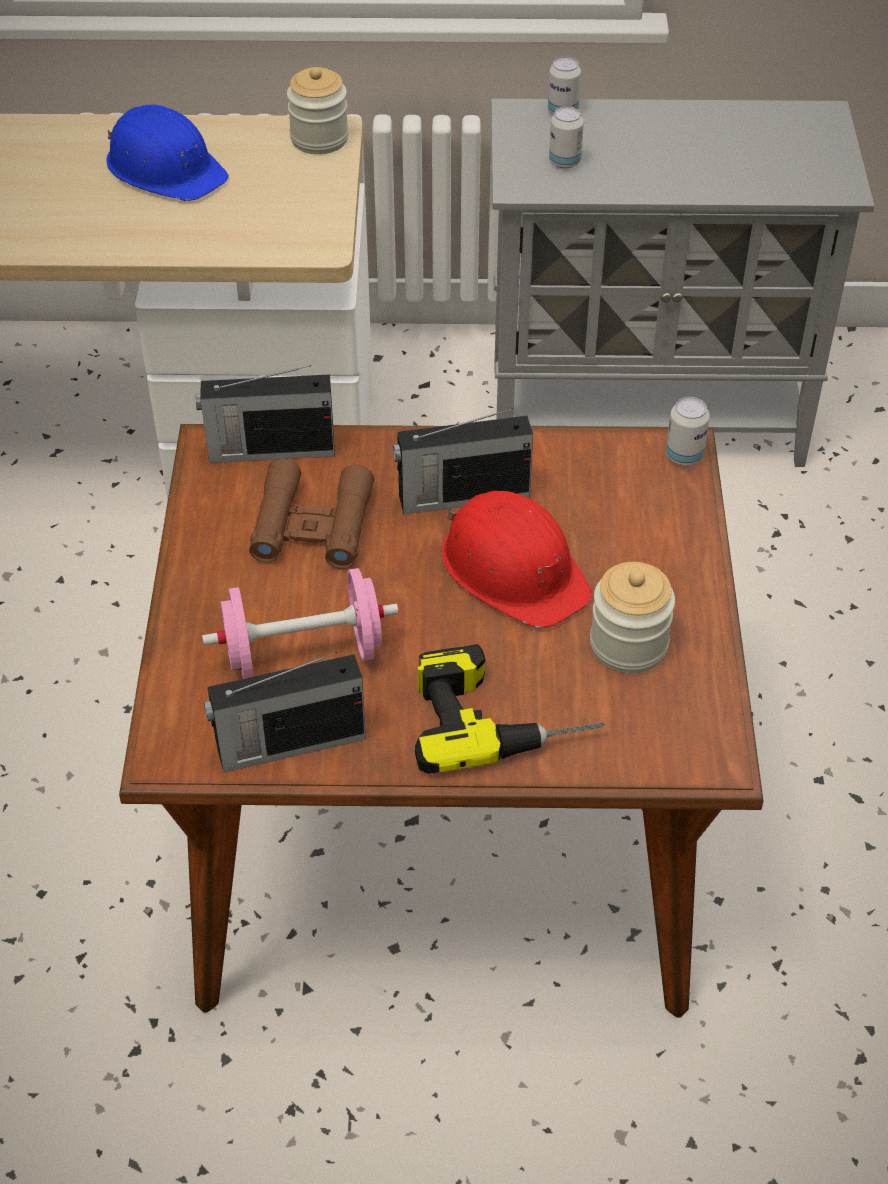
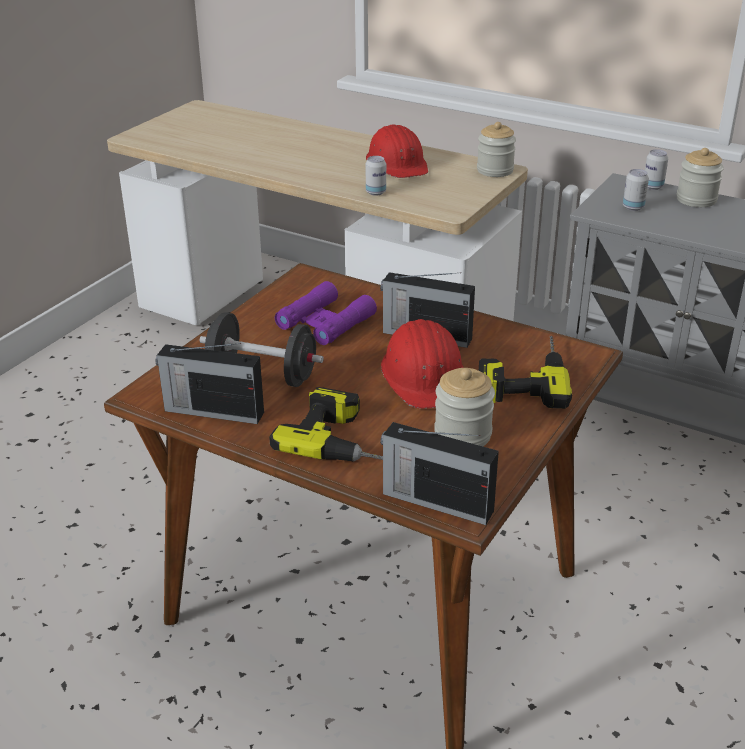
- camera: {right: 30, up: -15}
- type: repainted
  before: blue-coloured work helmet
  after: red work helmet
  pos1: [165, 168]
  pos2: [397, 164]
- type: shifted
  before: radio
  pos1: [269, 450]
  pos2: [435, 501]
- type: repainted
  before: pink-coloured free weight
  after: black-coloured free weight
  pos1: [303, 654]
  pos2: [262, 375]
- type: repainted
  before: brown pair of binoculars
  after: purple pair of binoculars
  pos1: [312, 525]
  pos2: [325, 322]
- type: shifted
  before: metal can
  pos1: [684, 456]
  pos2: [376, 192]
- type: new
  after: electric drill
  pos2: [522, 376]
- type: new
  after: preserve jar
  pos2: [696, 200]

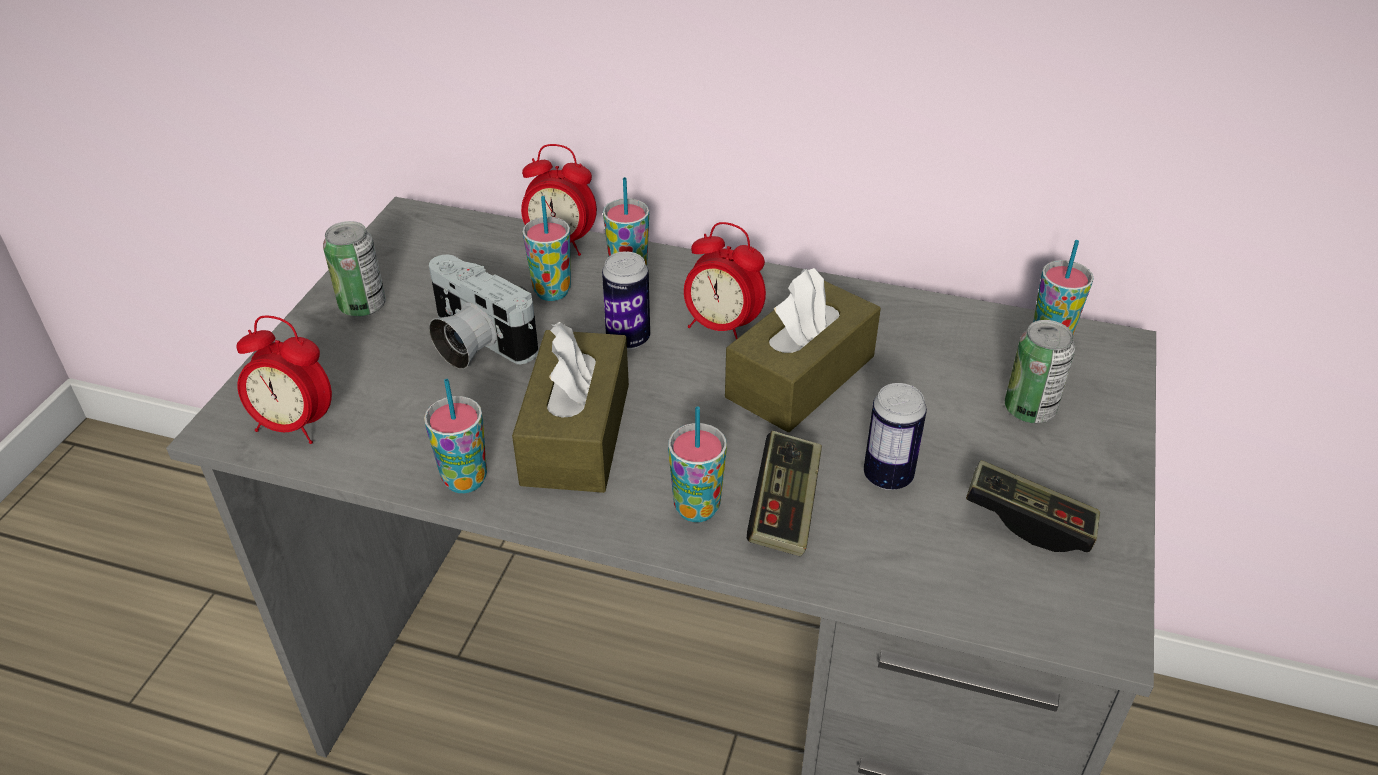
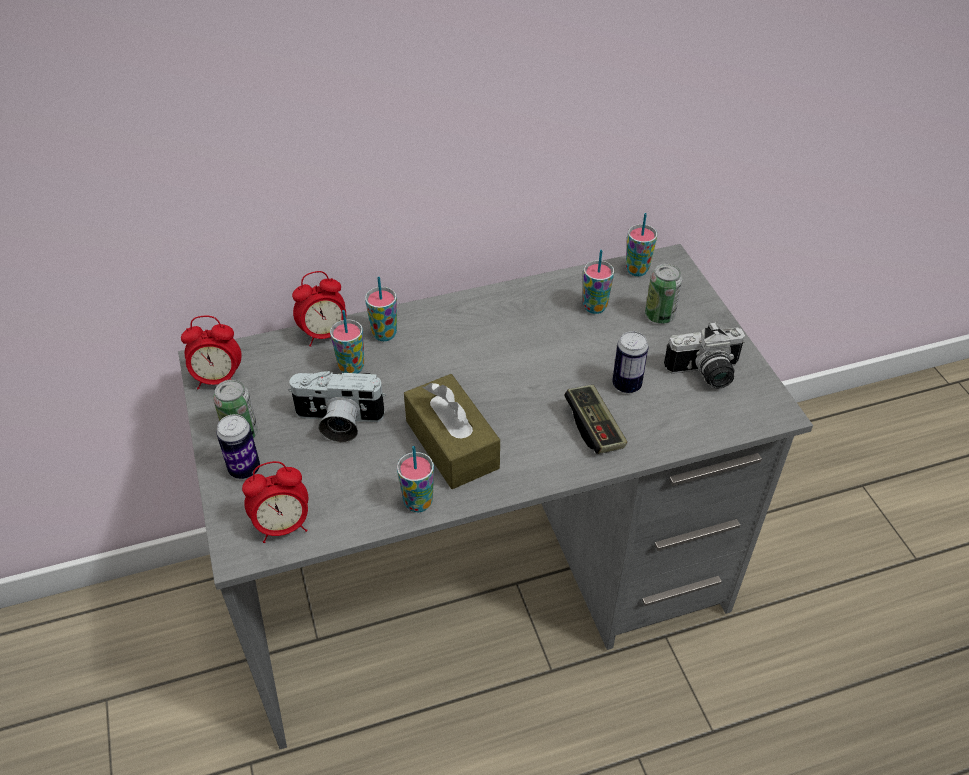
- camera: {right: -35, up: 5}
- type: shifted
  before: metal can
  pos1: [628, 339]
  pos2: [244, 469]
- type: shifted
  before: small cup
  pos1: [697, 508]
  pos2: [594, 307]
- type: shifted
  before: bedside clock
  pos1: [722, 327]
  pos2: [218, 379]
- type: gone
  before: brown tissue holder
  pos1: [800, 377]
- type: swapped
  before: gamepad
  after: photo camera
  pos1: [1028, 521]
  pos2: [705, 374]

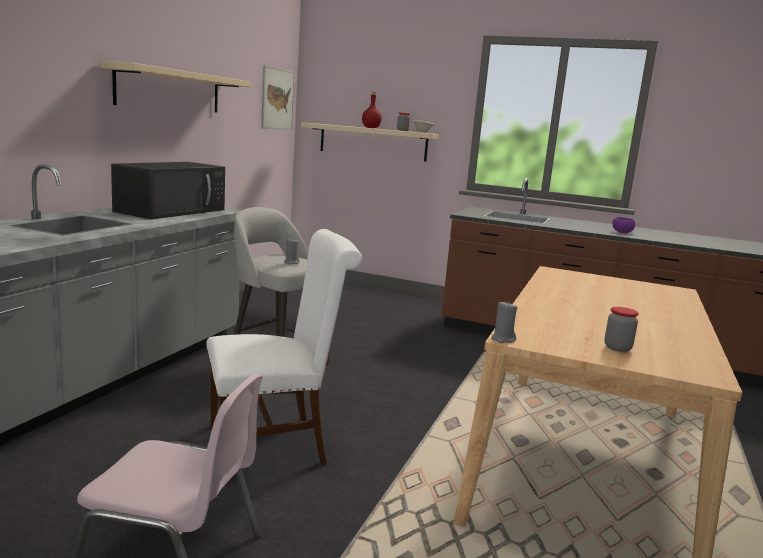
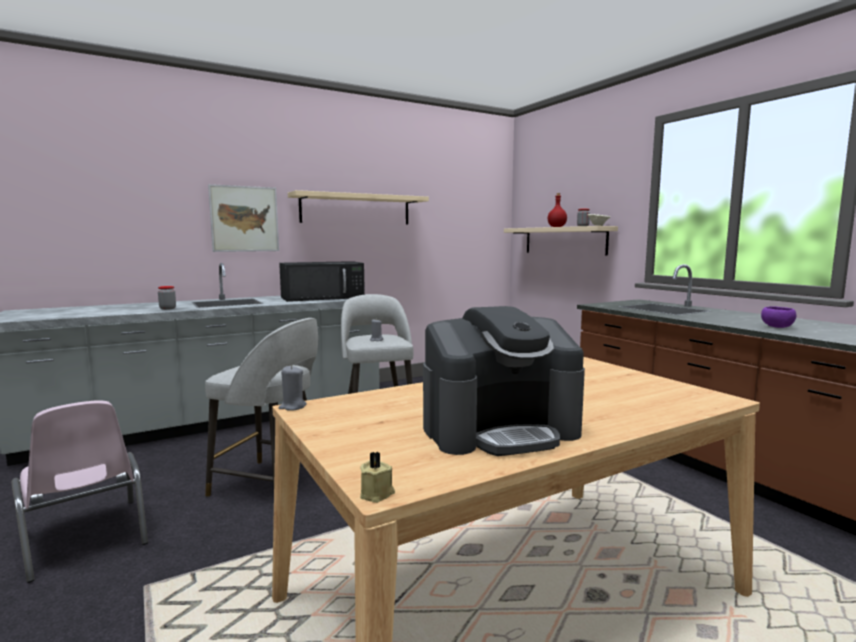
- camera: {right: 40, up: -5}
- type: swapped
  before: white-coloured plain chair
  after: gray sitting stool
  pos1: [275, 443]
  pos2: [270, 485]
- type: shifted
  before: wall picture
  pos1: [277, 99]
  pos2: [244, 219]
- type: shifted
  before: preserve jar
  pos1: [617, 348]
  pos2: [167, 308]
- type: new
  after: sand-coloured candle
  pos2: [377, 494]
- type: new
  after: coffee brewer
  pos2: [500, 429]

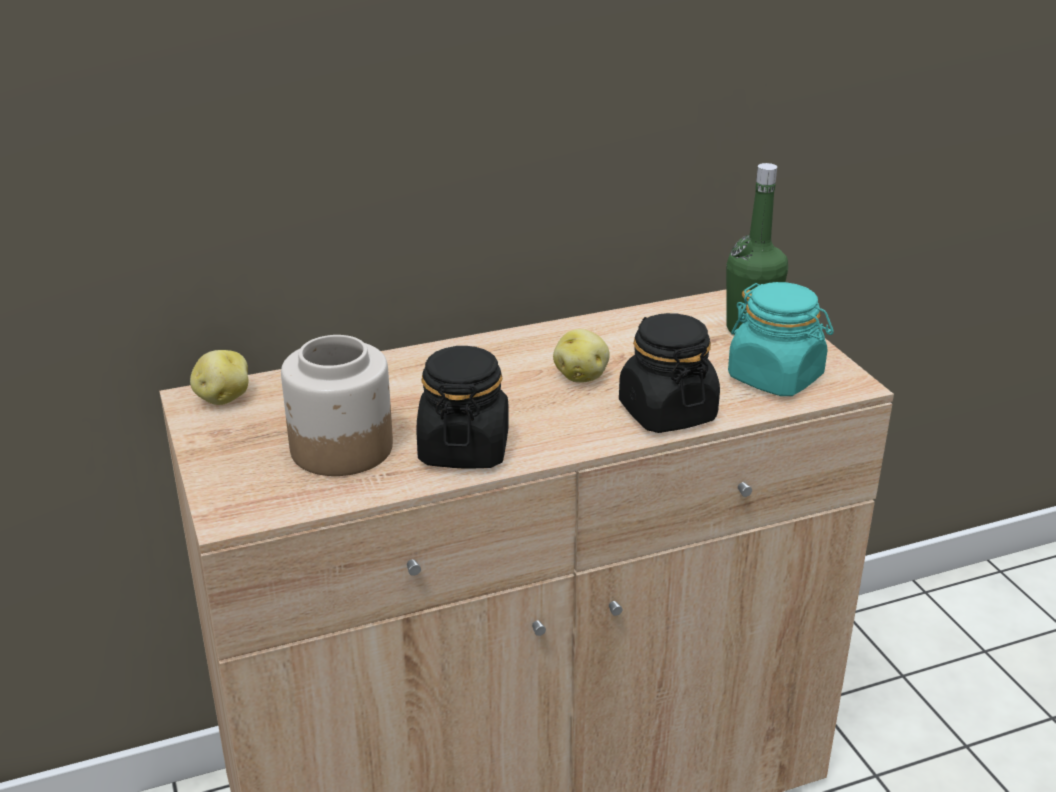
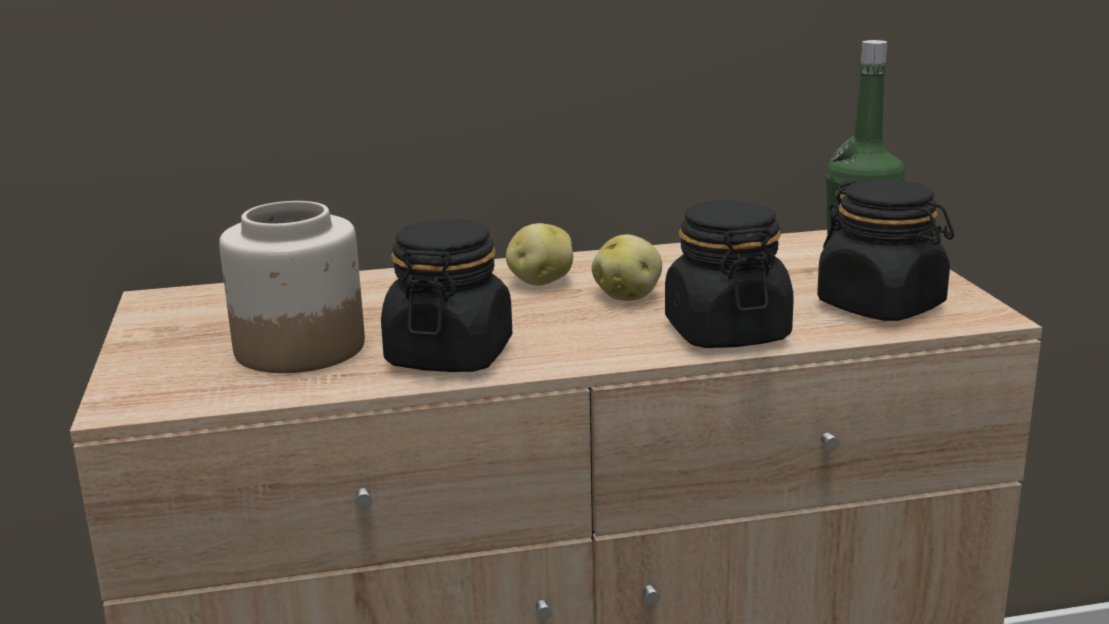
- camera: {right: 10, up: -10}
- type: shifted
  before: spud
  pos1: [222, 398]
  pos2: [540, 282]
- type: repainted
  before: blue-green preserve jar
  after: black-coloured preserve jar
  pos1: [775, 378]
  pos2: [881, 306]

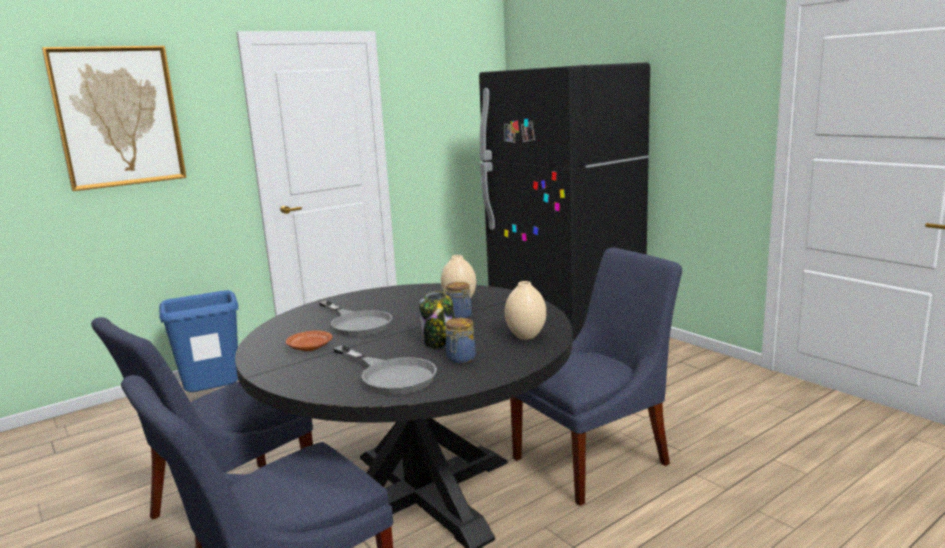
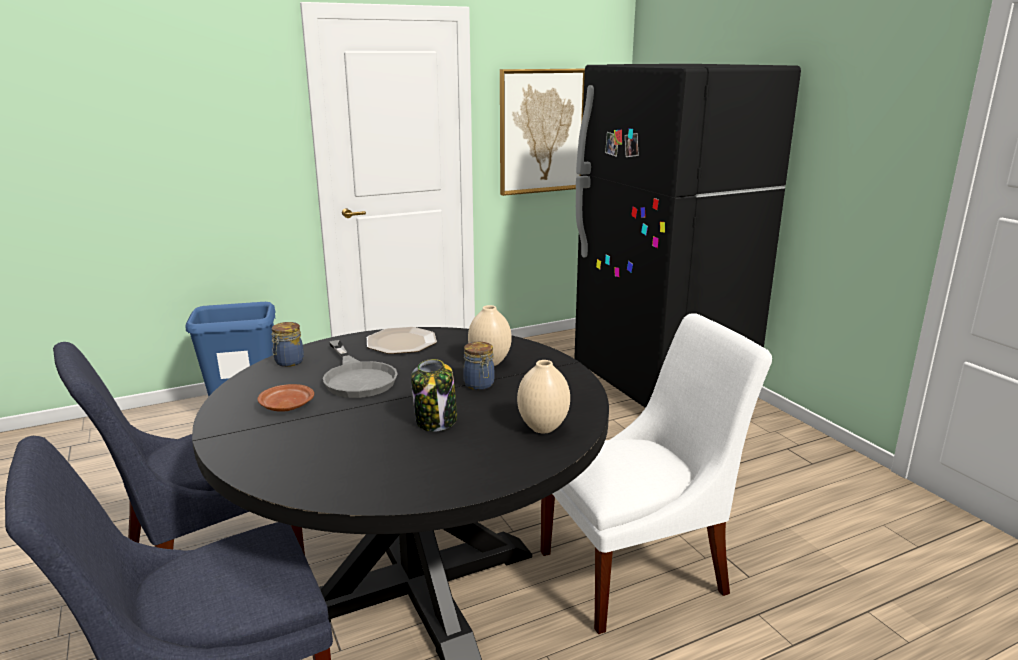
- camera: {right: 10, up: 5}
- type: shifted
  before: wall picture
  pos1: [118, 117]
  pos2: [542, 131]
- type: gone
  before: gray frying pan
  pos1: [390, 375]
- type: shifted
  before: preserve jar
  pos1: [460, 359]
  pos2: [288, 362]
- type: repainted
  before: blue-coloured plain chair
  after: white-coloured plain chair
  pos1: [596, 459]
  pos2: [639, 570]
- type: new
  after: dinner plate
  pos2: [401, 342]

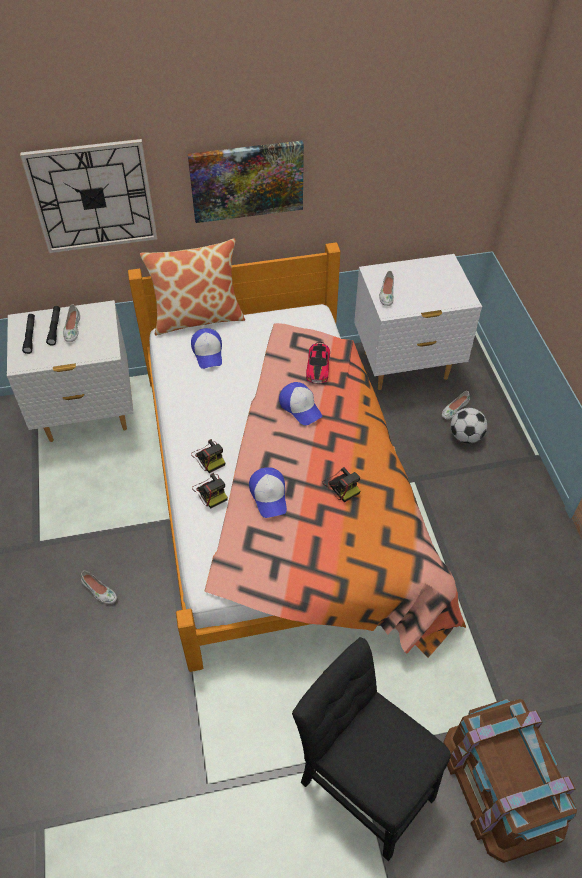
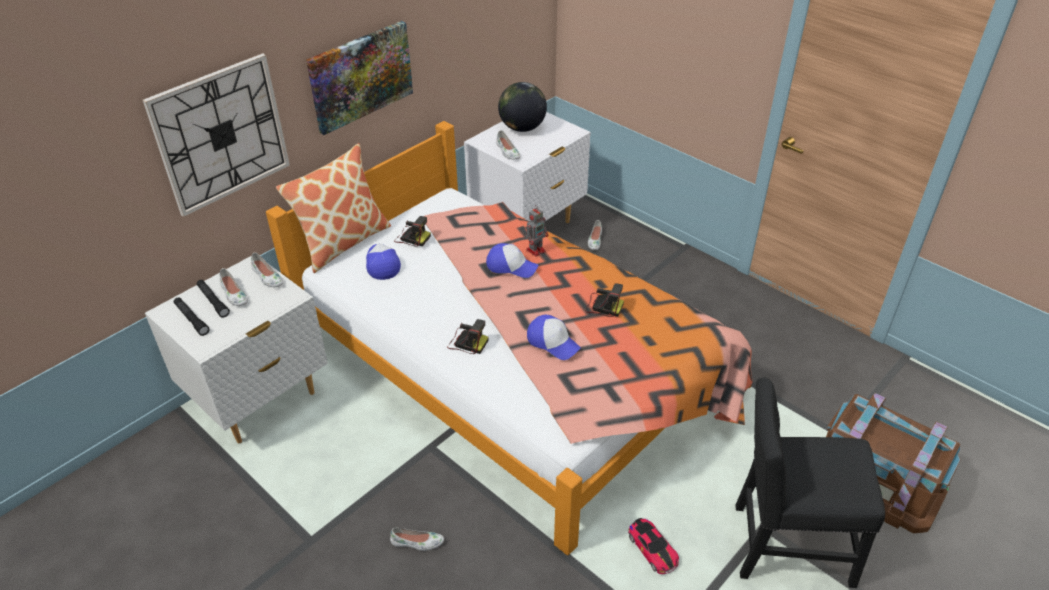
- camera: {right: -35, up: -10}
- type: rotated
  before: peaked cap
  pos1: [208, 352]
  pos2: [382, 264]
  turn: -150
- type: shifted
  before: photo camera
  pos1: [211, 491]
  pos2: [412, 237]
- type: shifted
  before: toy car
  pos1: [318, 366]
  pos2: [652, 549]
- type: gone
  before: ball for football
  pos1: [466, 436]
- type: new
  after: white-coloured shoe
  pos2: [267, 277]
- type: new
  after: desk globe
  pos2: [522, 128]
- type: new
  after: model robot
  pos2: [536, 250]

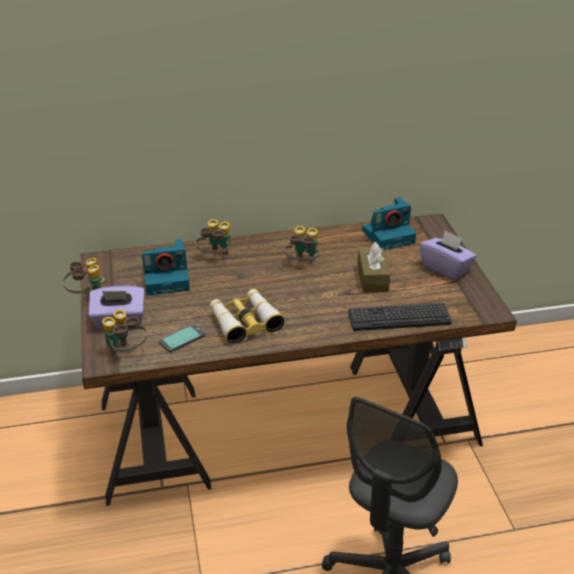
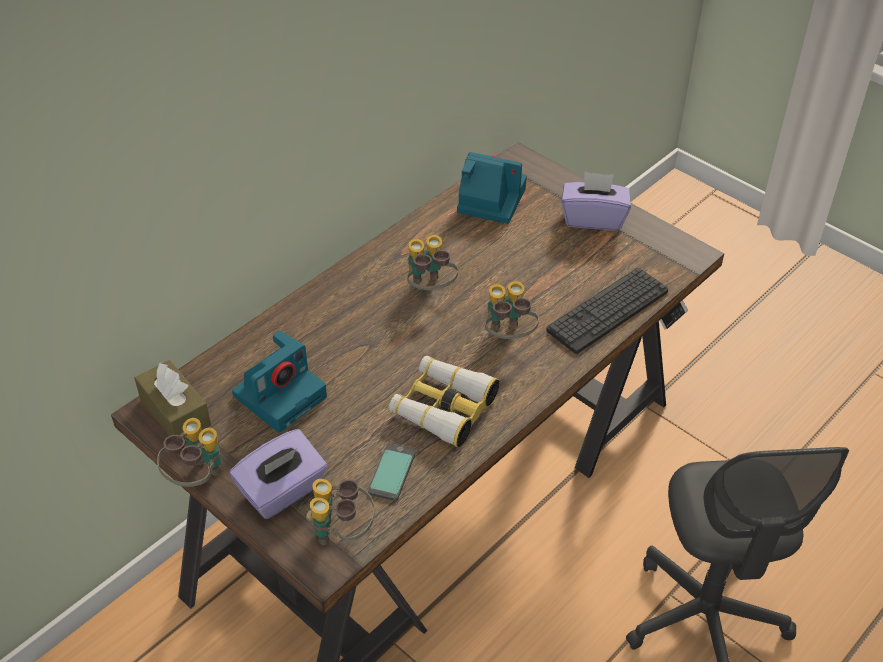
- camera: {right: -35, up: 10}
- type: shifted
  before: pair of binoculars
  pos1: [215, 257]
  pos2: [508, 336]
- type: shifted
  before: brown tissue holder
  pos1: [372, 278]
  pos2: [175, 412]
- type: rotated
  before: photo camera
  pos1: [389, 235]
  pos2: [489, 200]
  turn: -105

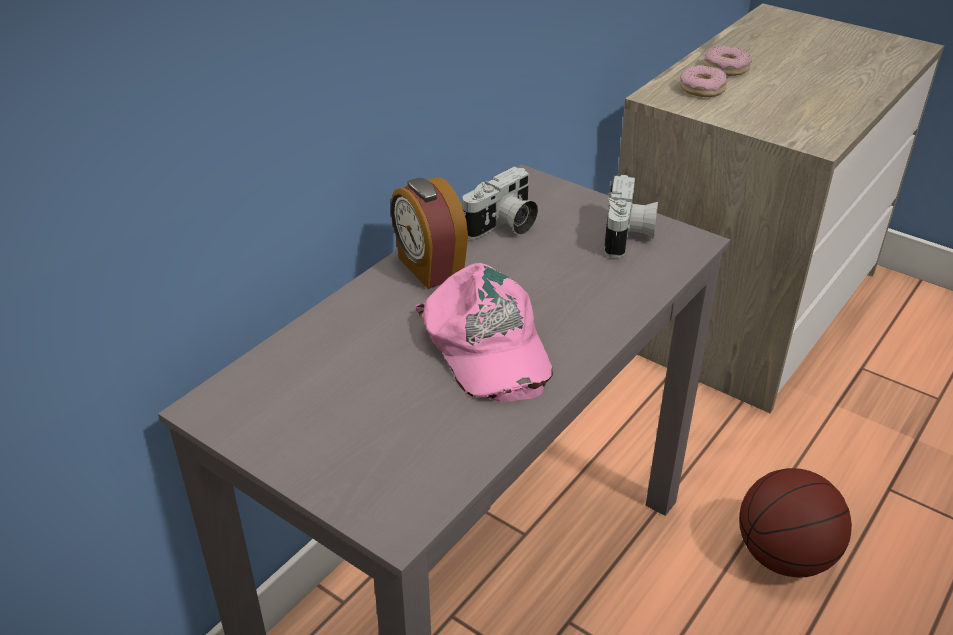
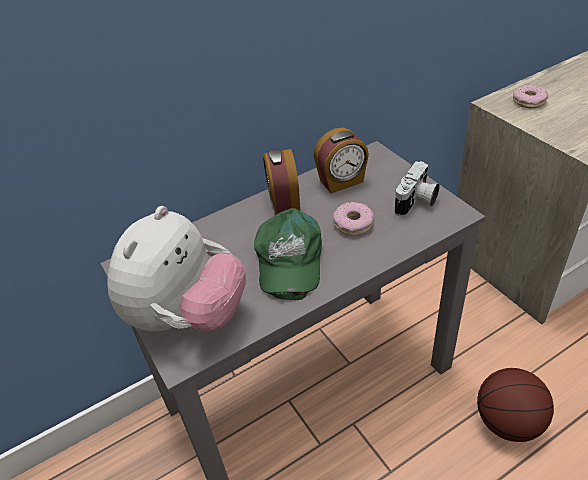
- camera: {right: 25, up: 5}
- type: repainted
  before: pink-coloured peaked cap
  after: green-coloured peaked cap
  pos1: [485, 345]
  pos2: [288, 259]
- type: swapped
  before: photo camera
  after: bedside clock
  pos1: [503, 226]
  pos2: [342, 182]
- type: shifted
  before: donut
  pos1: [726, 68]
  pos2: [353, 224]
- type: new
  after: cuddly toy
  pos2: [188, 316]

